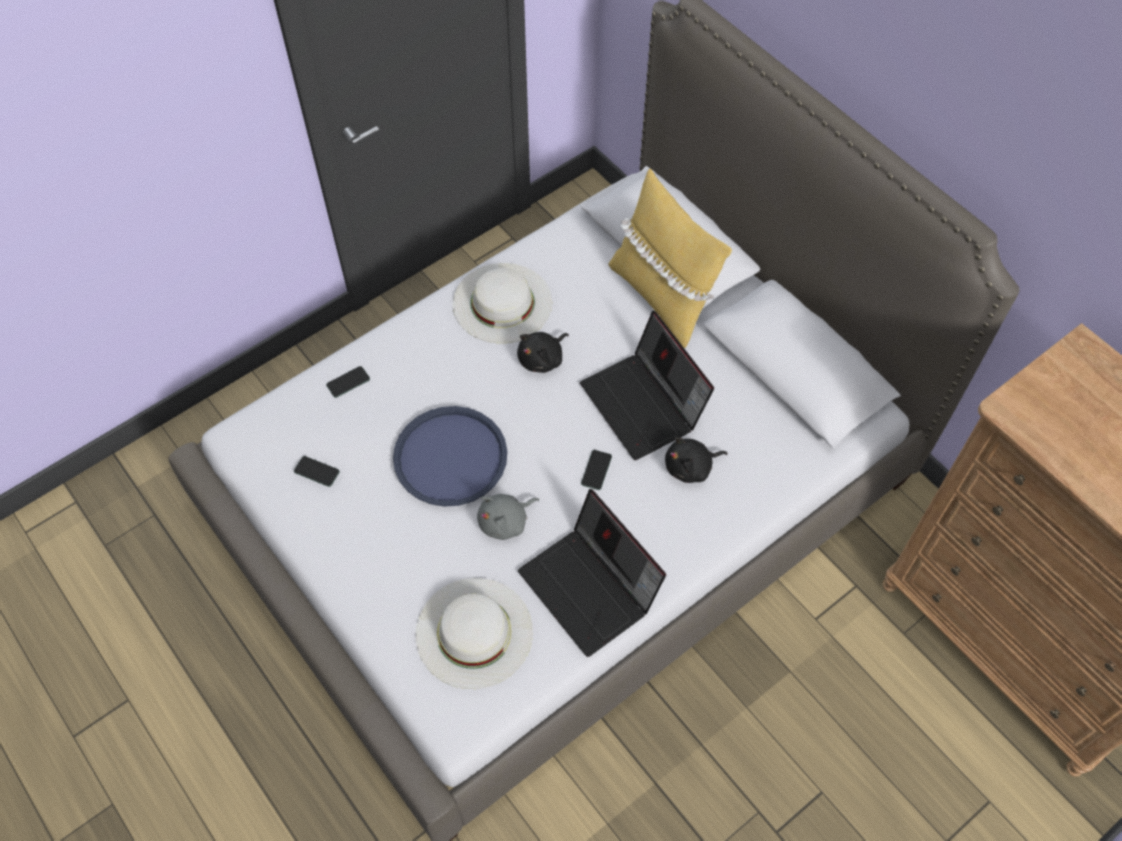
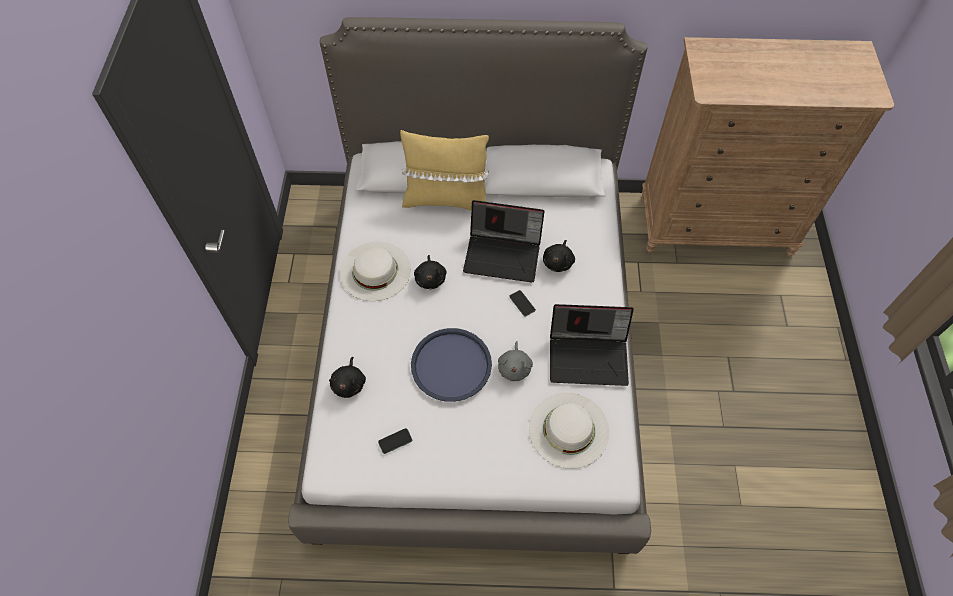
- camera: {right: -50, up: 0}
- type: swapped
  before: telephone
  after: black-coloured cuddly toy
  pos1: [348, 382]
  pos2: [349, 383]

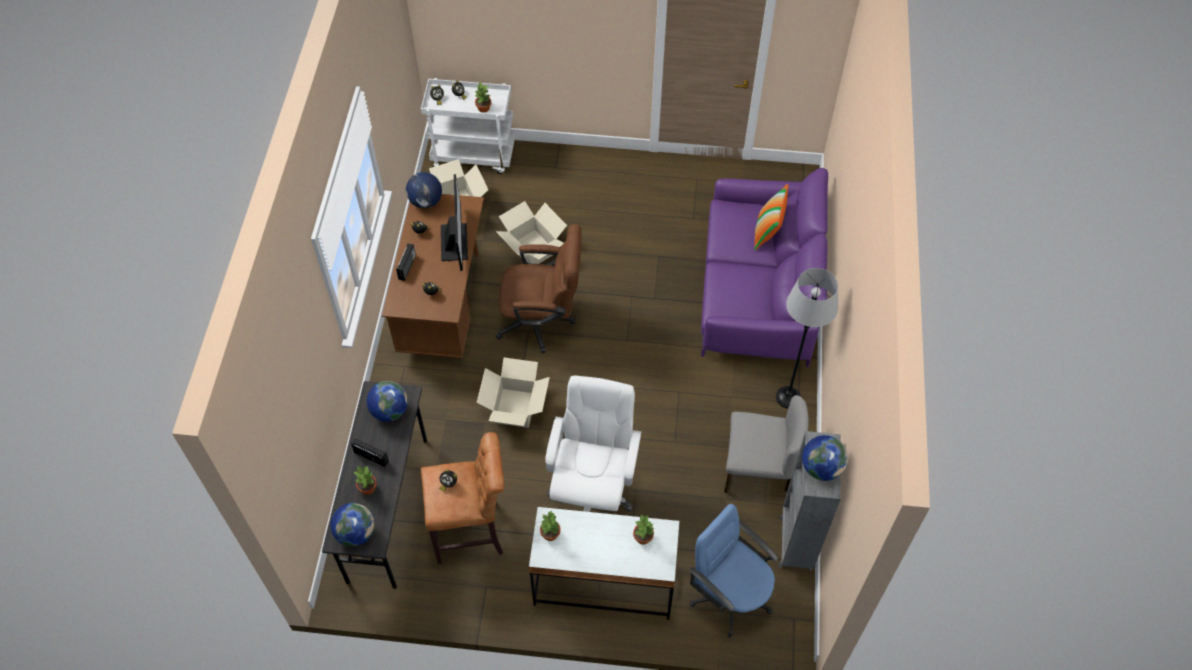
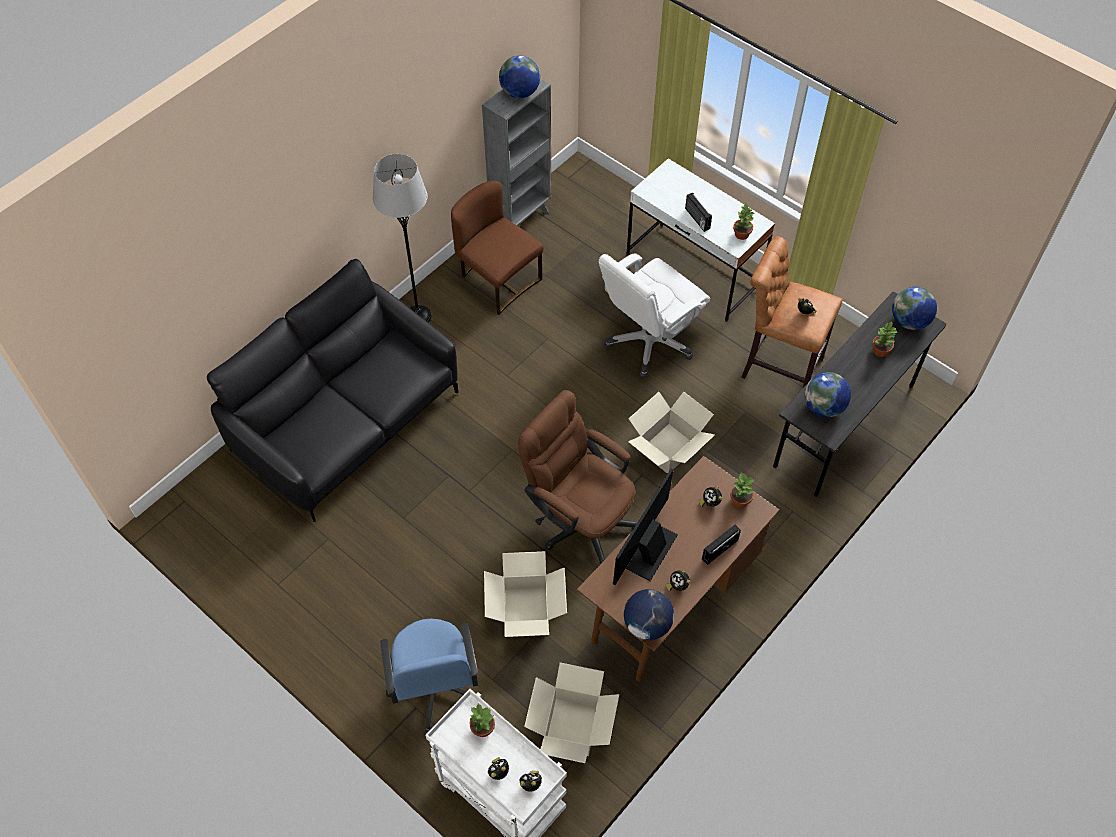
- camera: {right: -145, up: 0}
- type: shifted
  before: radio
  pos1: [372, 456]
  pos2: [696, 219]
- type: shifted
  before: potted plant
  pos1: [643, 537]
  pos2: [739, 500]
- type: shifted
  before: blue-coloured office chair
  pos1: [730, 595]
  pos2: [434, 686]
- type: repainted
  before: purple settee
  after: black-coloured settee
  pos1: [757, 291]
  pos2: [346, 421]
- type: repainted
  before: gray plain chair
  after: brown plain chair
  pos1: [758, 469]
  pos2: [498, 280]
- type: gone
  before: throw pillow
  pos1: [767, 232]

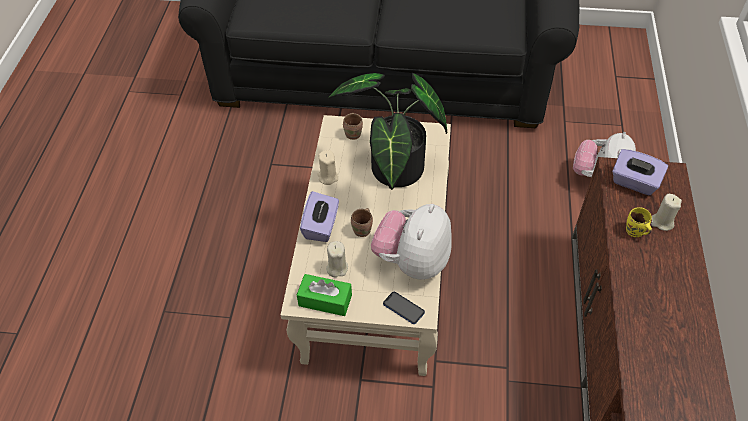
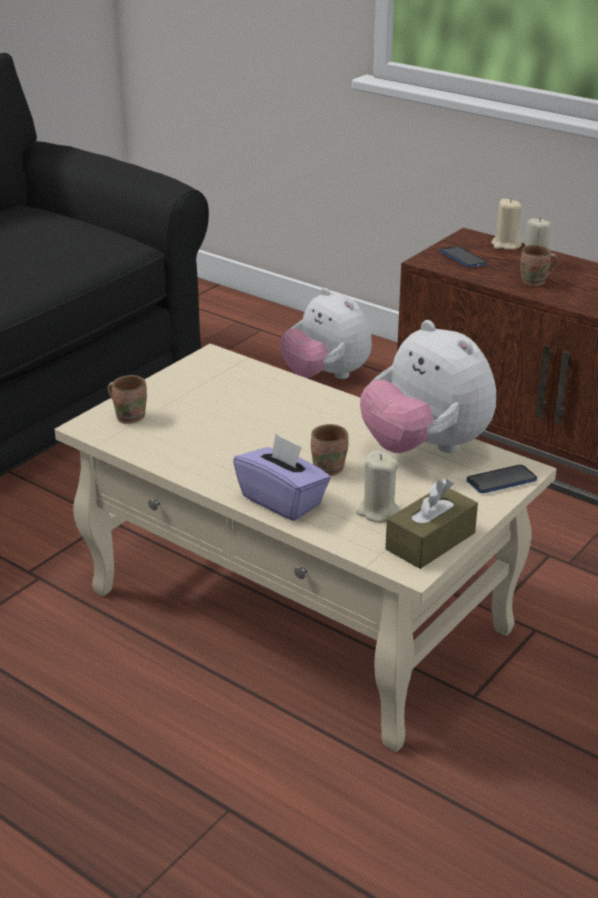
- camera: {right: -60, up: -20}
- type: repainted
  before: green-coloured tissue holder
  after: brown tissue holder
  pos1: [325, 300]
  pos2: [430, 541]
- type: shifted
  before: sand-coloured candle
  pos1: [328, 177]
  pos2: [506, 245]
- type: gone
  before: potted plant
  pos1: [393, 173]
- type: swapped
  before: purple tissue holder
  after: telephone
  pos1: [634, 182]
  pos2: [462, 258]
- type: repainted
  before: yellowish tea mug
  after: brown tea mug
  pos1: [634, 232]
  pos2: [535, 282]

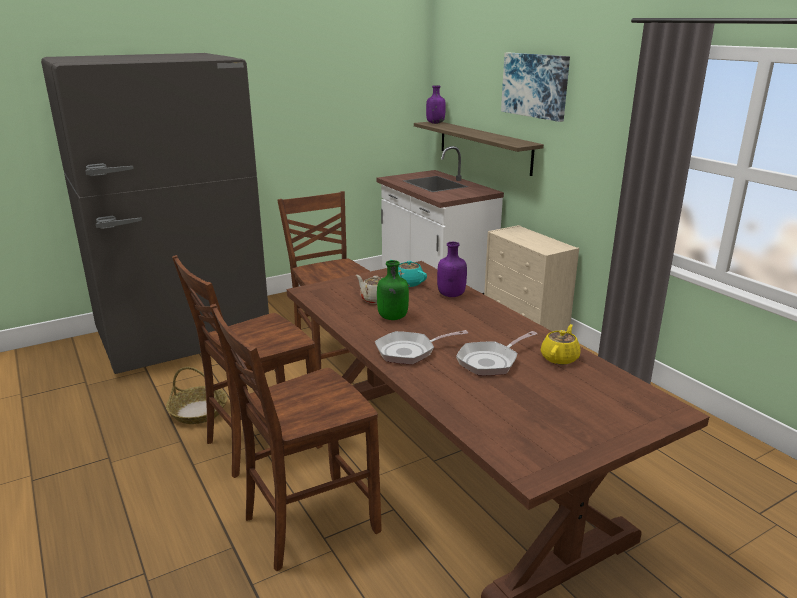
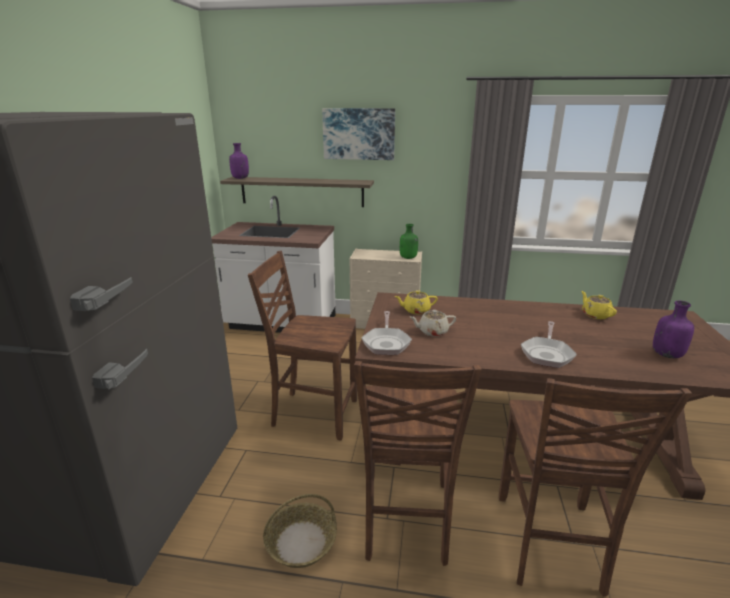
- camera: {right: -50, up: 0}
- type: shifted
  before: green-coloured beverage bottle
  pos1: [392, 318]
  pos2: [408, 258]
- type: repainted
  before: blue-green pot for tea
  after: yellowish pot for tea
  pos1: [408, 283]
  pos2: [416, 310]
- type: shifted
  before: purple beverage bottle
  pos1: [451, 295]
  pos2: [667, 354]
- type: shifted
  before: frying pan
  pos1: [491, 361]
  pos2: [386, 342]

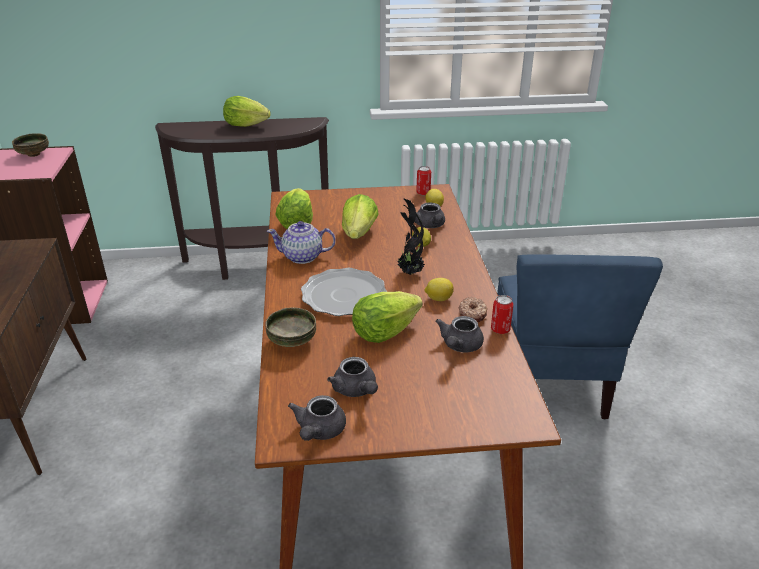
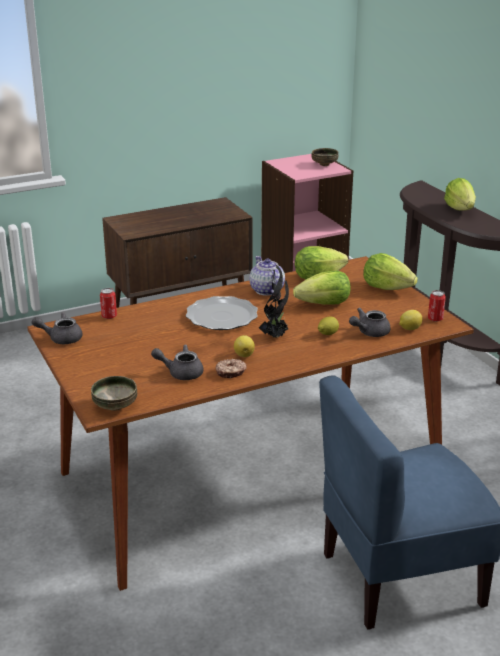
- camera: {right: 70, up: -5}
- type: shifted
  before: deep dish
  pos1: [291, 341]
  pos2: [116, 406]
- type: gone
  before: gray pot for tea
  pos1: [356, 390]
- type: shifted
  before: head of lettuce
  pos1: [384, 332]
  pos2: [386, 287]
- type: shifted
  before: metal can
  pos1: [500, 330]
  pos2: [109, 316]

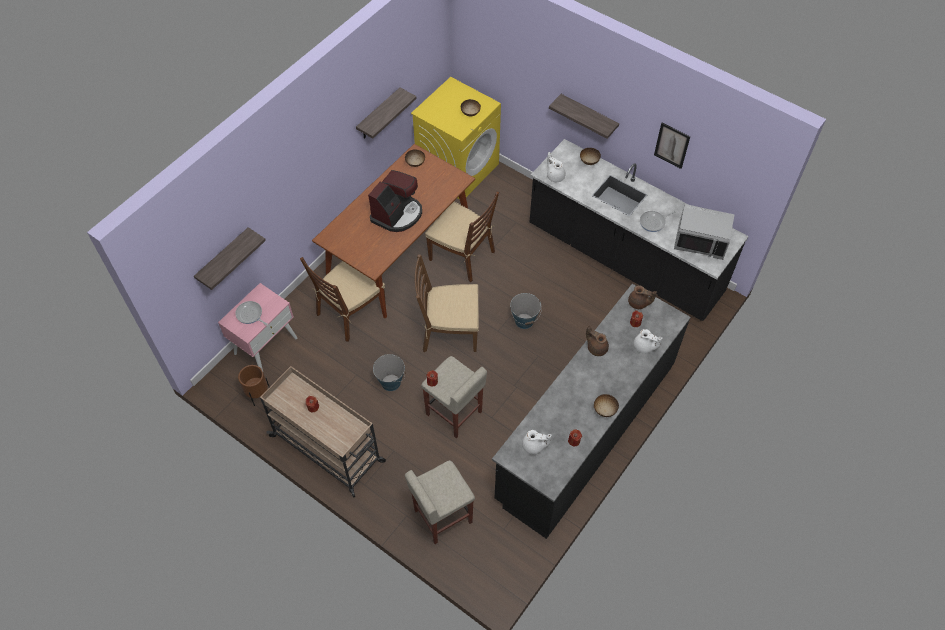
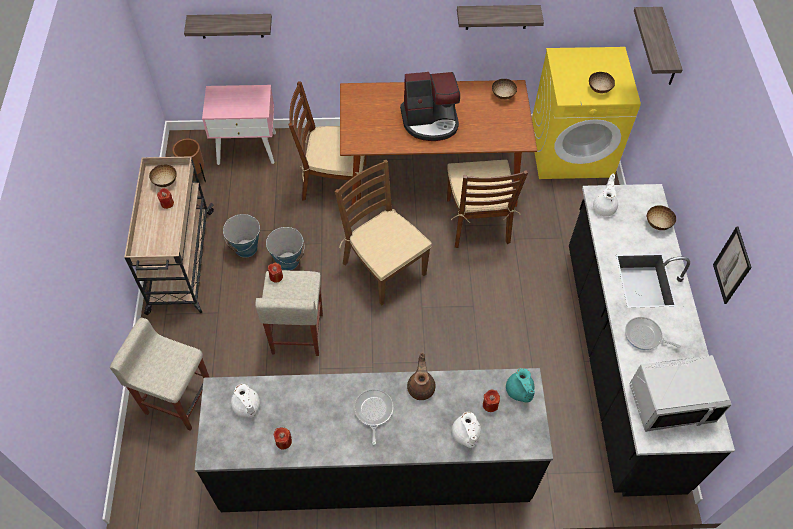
- camera: {right: 50, up: 0}
- type: shifted
  before: frying pan
  pos1: [250, 315]
  pos2: [373, 411]
- type: shifted
  before: pail
  pos1: [524, 321]
  pos2: [246, 248]
- type: shifted
  before: bracket shelf
  pos1: [588, 116]
  pos2: [667, 49]
- type: shifted
  before: deep dish
  pos1: [605, 410]
  pos2: [165, 182]
- type: repainted
  before: brown pot for tea
  after: blue-green pot for tea
  pos1: [638, 303]
  pos2: [519, 391]
- type: rotated
  before: gray kitchen microwave
  pos1: [701, 241]
  pos2: [671, 402]
  turn: -75

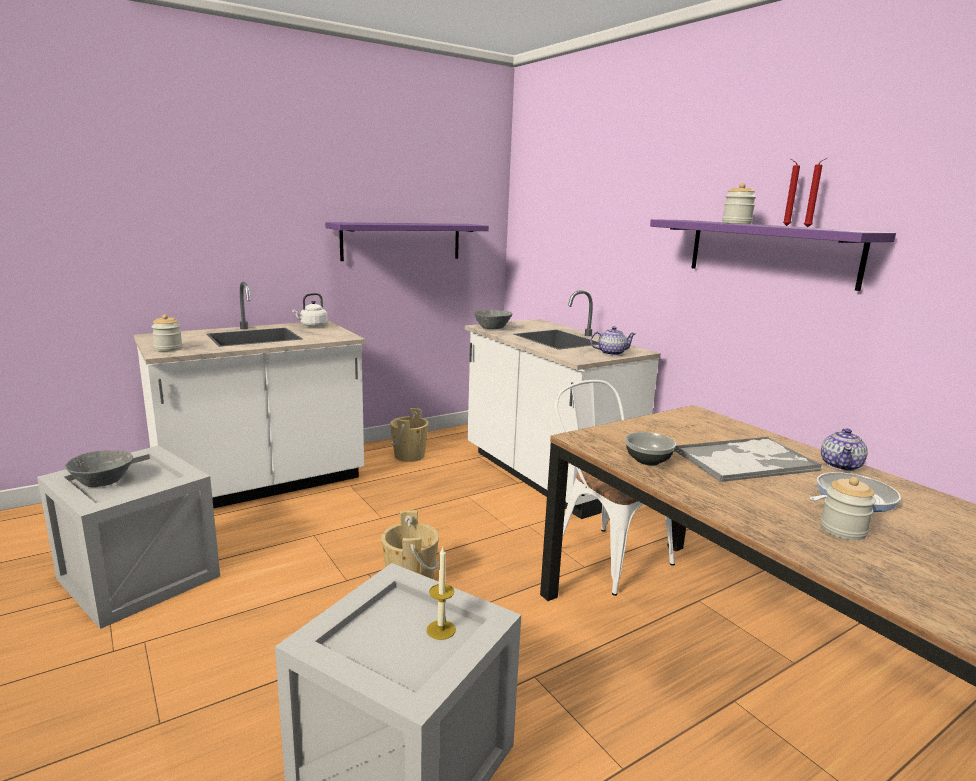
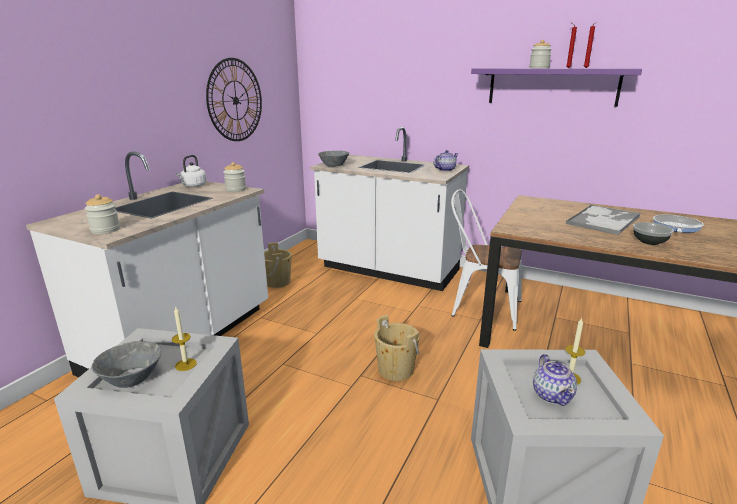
- camera: {right: -30, up: 5}
- type: swapped
  before: purple bracket shelf
  after: wall clock
  pos1: [402, 241]
  pos2: [235, 100]
- type: shifted
  before: deep dish
  pos1: [648, 460]
  pos2: [649, 241]
- type: shifted
  before: preserve jar
  pos1: [842, 530]
  pos2: [236, 189]
- type: shifted
  before: pot for tea
  pos1: [841, 465]
  pos2: [552, 395]
- type: new
  after: candle
  pos2: [186, 364]

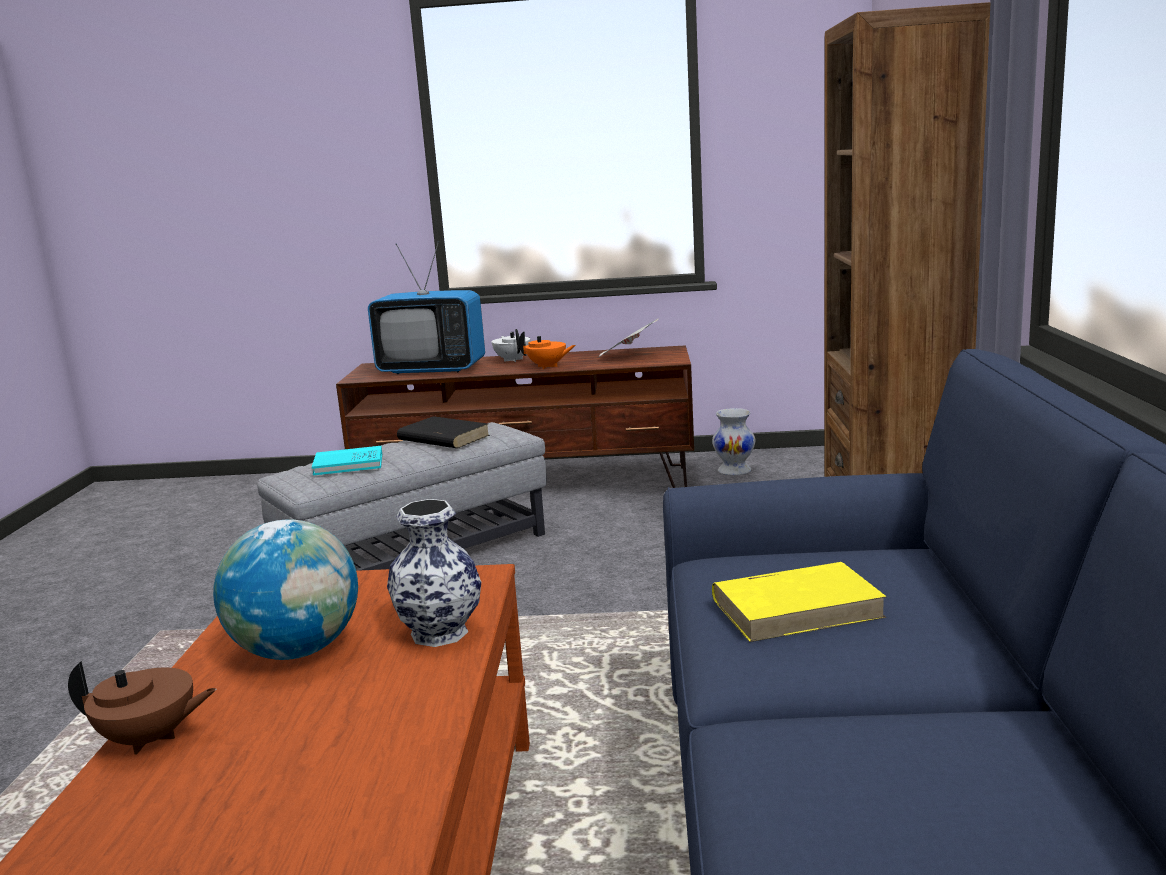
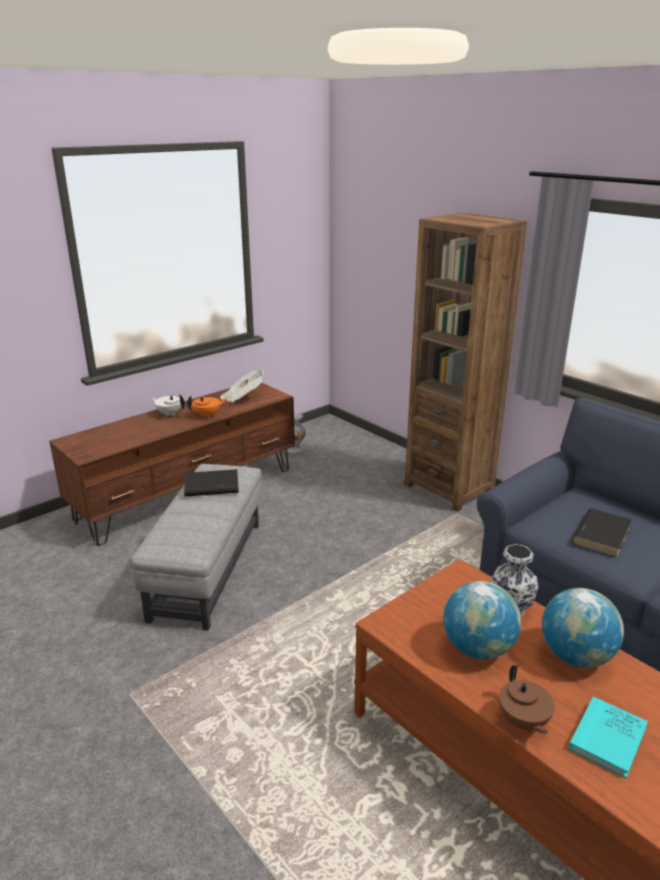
- camera: {right: -45, up: 10}
- type: rotated
  before: brown pot for tea
  pos1: [150, 739]
  pos2: [523, 721]
  turn: 120
- type: shifted
  before: blue-green bound book
  pos1: [348, 464]
  pos2: [607, 738]
- type: gone
  before: television
  pos1: [432, 369]
- type: repainted
  before: yellowish bound book
  after: black-coloured bound book
  pos1: [798, 608]
  pos2: [601, 535]
- type: new
  after: desk globe
  pos2: [576, 656]

